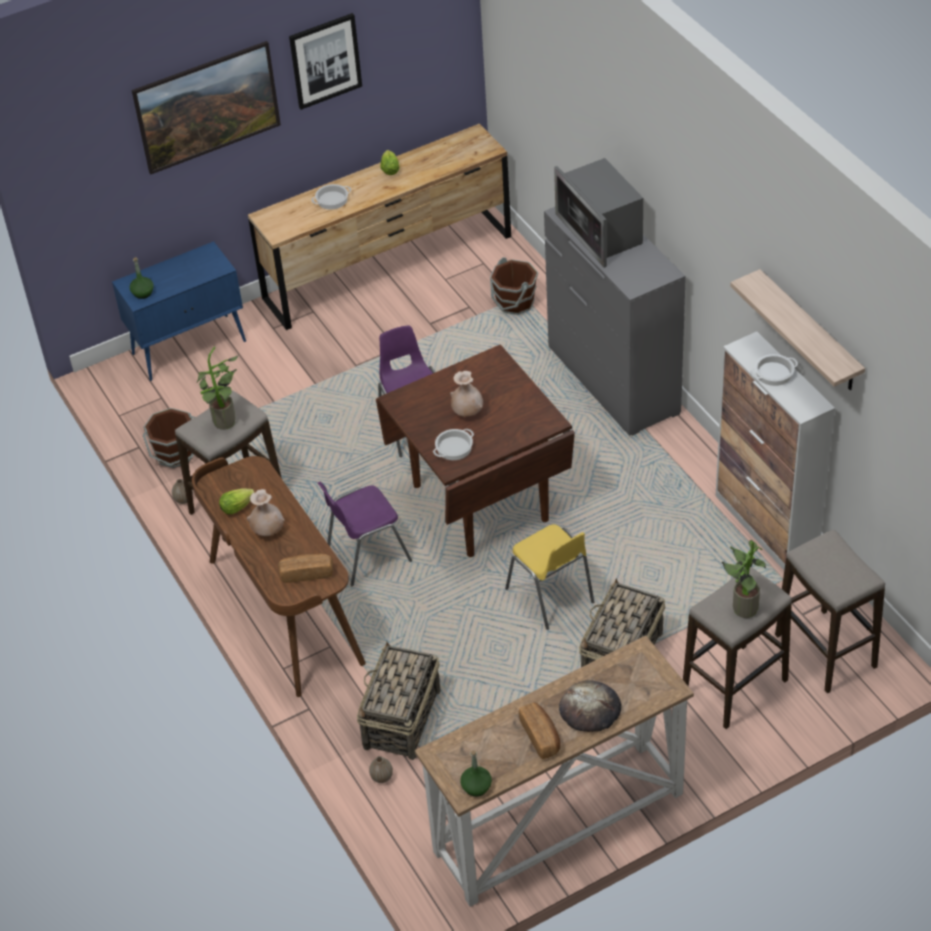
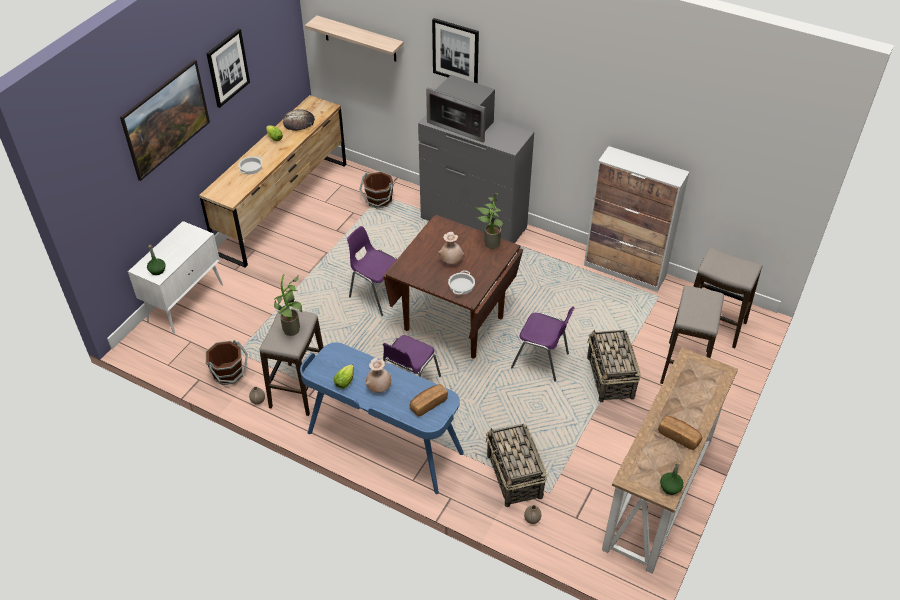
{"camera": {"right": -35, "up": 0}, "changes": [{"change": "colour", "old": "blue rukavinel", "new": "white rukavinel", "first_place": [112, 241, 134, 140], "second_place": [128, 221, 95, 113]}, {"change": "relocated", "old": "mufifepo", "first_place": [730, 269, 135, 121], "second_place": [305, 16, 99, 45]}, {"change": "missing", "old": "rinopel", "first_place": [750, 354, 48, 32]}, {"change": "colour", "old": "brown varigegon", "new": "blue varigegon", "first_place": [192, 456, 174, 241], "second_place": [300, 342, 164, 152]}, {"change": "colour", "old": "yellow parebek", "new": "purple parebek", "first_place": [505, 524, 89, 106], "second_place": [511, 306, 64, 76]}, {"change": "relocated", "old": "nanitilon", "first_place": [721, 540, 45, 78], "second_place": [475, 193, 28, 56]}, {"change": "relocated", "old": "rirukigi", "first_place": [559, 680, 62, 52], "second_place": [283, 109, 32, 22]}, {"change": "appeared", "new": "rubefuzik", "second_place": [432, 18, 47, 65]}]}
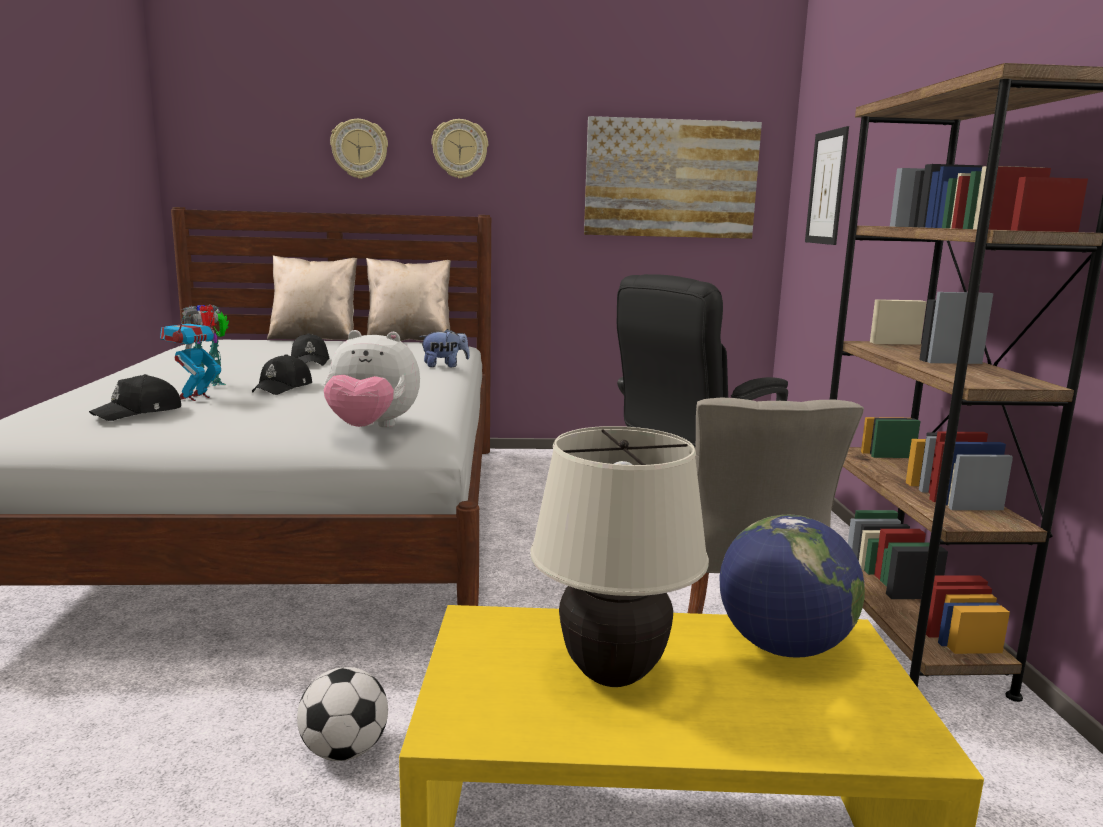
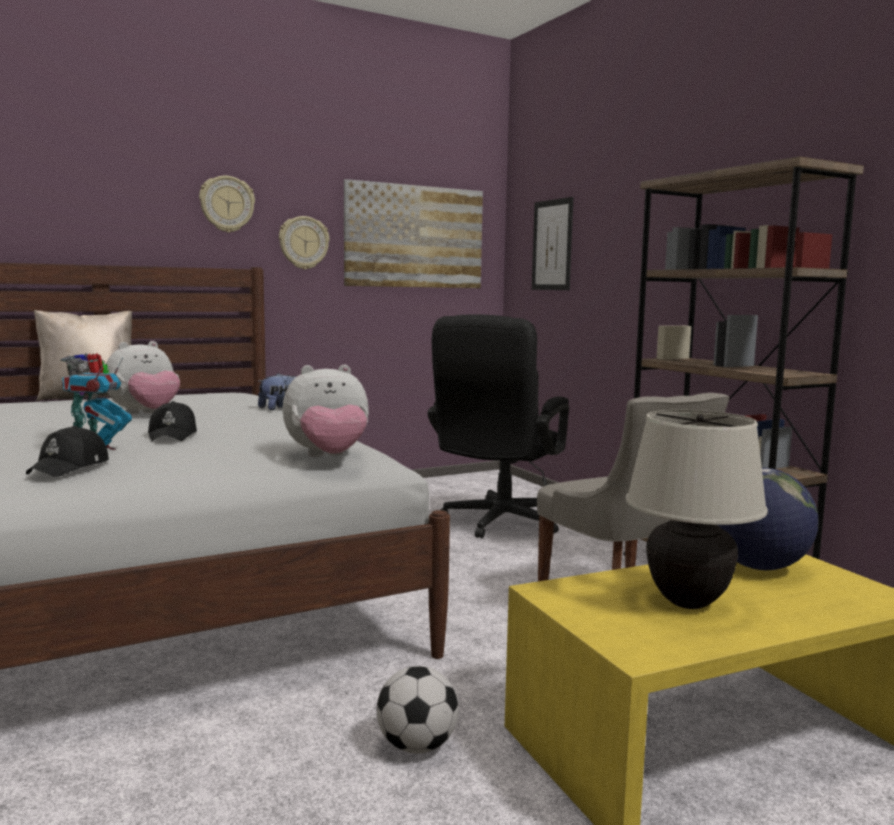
{"camera": {"right": -25, "up": -5}, "changes": [{"change": "relocated", "old": "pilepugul", "first_place": [330, 119, 58, 60], "second_place": [279, 216, 51, 54]}, {"change": "missing", "old": "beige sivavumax", "first_place": [366, 258, 85, 83]}, {"change": "exchanged", "old": "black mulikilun", "new": "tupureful", "first_place": [291, 333, 39, 33], "second_place": [107, 341, 73, 74]}]}
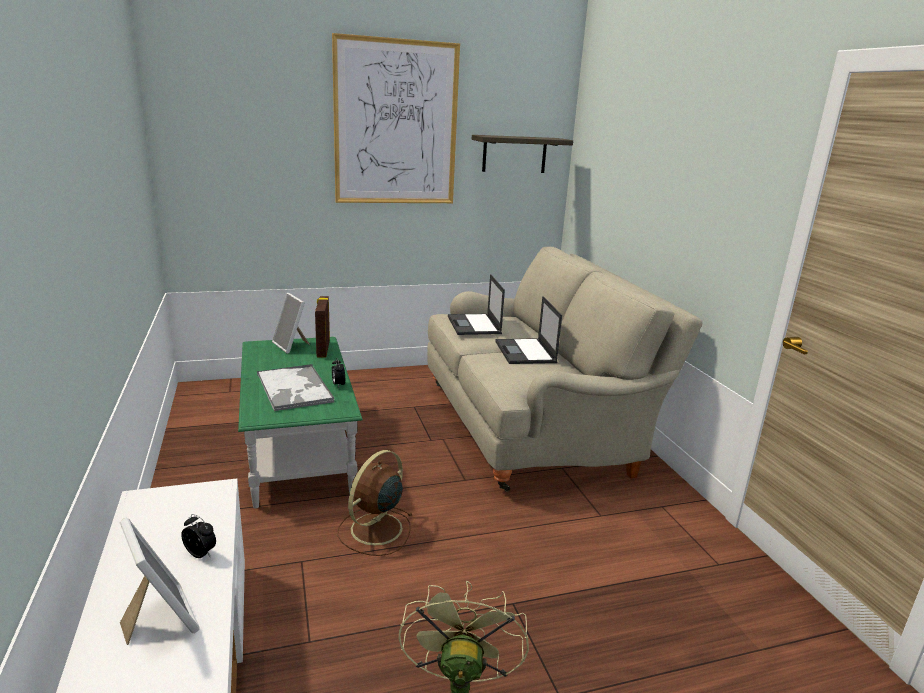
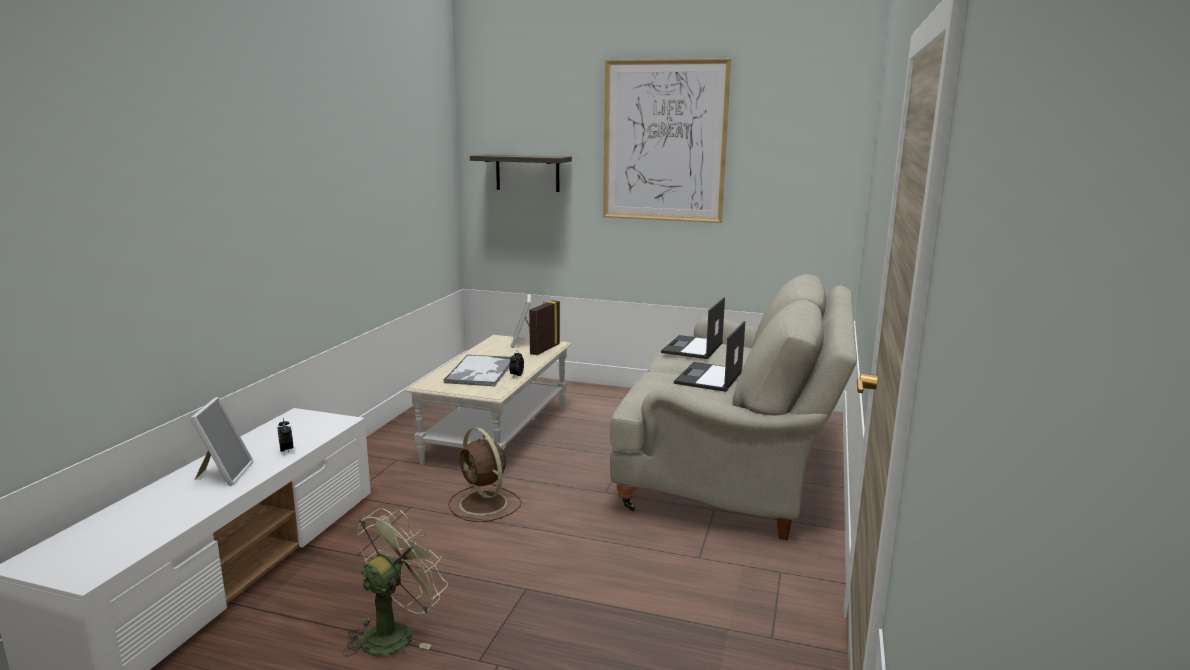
{"camera": {"right": 35, "up": -5}, "changes": [{"change": "relocated", "old": "mufifepo", "first_place": [472, 135, 101, 38], "second_place": [470, 154, 102, 38]}, {"change": "colour", "old": "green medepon", "new": "beige medepon", "first_place": [238, 337, 125, 171], "second_place": [405, 335, 166, 130]}, {"change": "spun", "old": "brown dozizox", "first_place": [337, 450, 76, 106], "second_place": [448, 427, 73, 95], "degrees": -105}]}
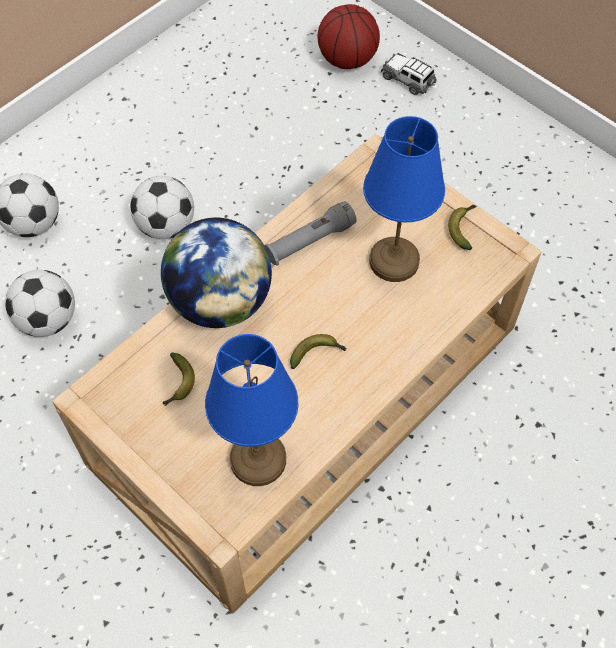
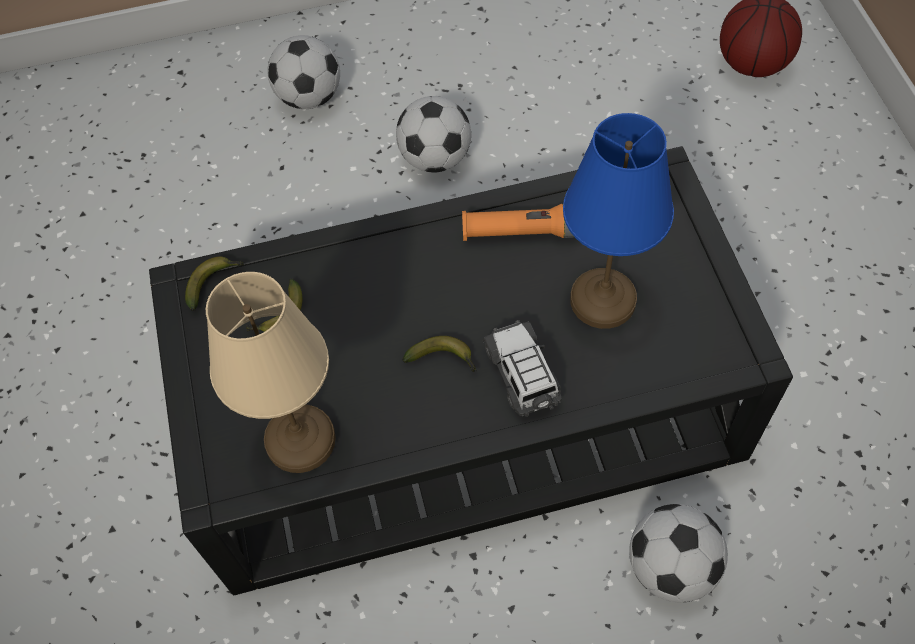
{"camera": {"right": 35, "up": 0}, "changes": [{"change": "relocated", "old": "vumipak", "first_place": [381, 53, 55, 42], "second_place": [483, 320, 79, 97]}, {"change": "colour", "old": "beige medepon", "new": "black medepon", "first_place": [52, 134, 490, 480], "second_place": [149, 146, 644, 449]}, {"change": "colour", "old": "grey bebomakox", "new": "orange bebomakox", "first_place": [264, 201, 93, 65], "second_place": [462, 203, 113, 38]}, {"change": "relocated", "old": "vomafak", "first_place": [448, 205, 28, 45], "second_place": [185, 257, 59, 54]}, {"change": "missing", "old": "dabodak", "first_place": [161, 217, 111, 111]}, {"change": "relocated", "old": "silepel", "first_place": [5, 270, 70, 67], "second_place": [629, 504, 99, 98]}, {"change": "colour", "old": "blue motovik", "new": "beige motovik", "first_place": [205, 334, 93, 152], "second_place": [206, 272, 130, 201]}]}
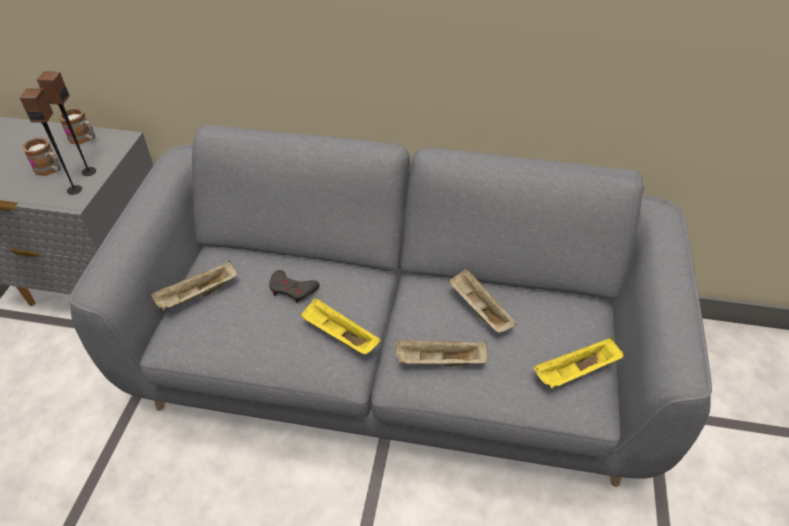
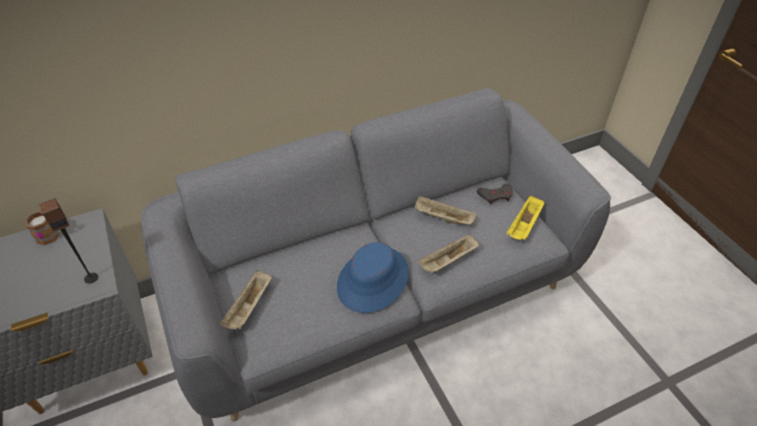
{"camera": {"right": -35, "up": 0}, "changes": [{"change": "missing", "old": "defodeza", "first_place": [37, 71, 59, 105]}, {"change": "missing", "old": "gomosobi", "first_place": [22, 137, 39, 39]}, {"change": "relocated", "old": "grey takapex", "first_place": [269, 270, 50, 33], "second_place": [477, 184, 36, 20]}, {"change": "exchanged", "old": "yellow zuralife", "new": "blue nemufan", "first_place": [300, 297, 81, 57], "second_place": [337, 242, 72, 71]}]}
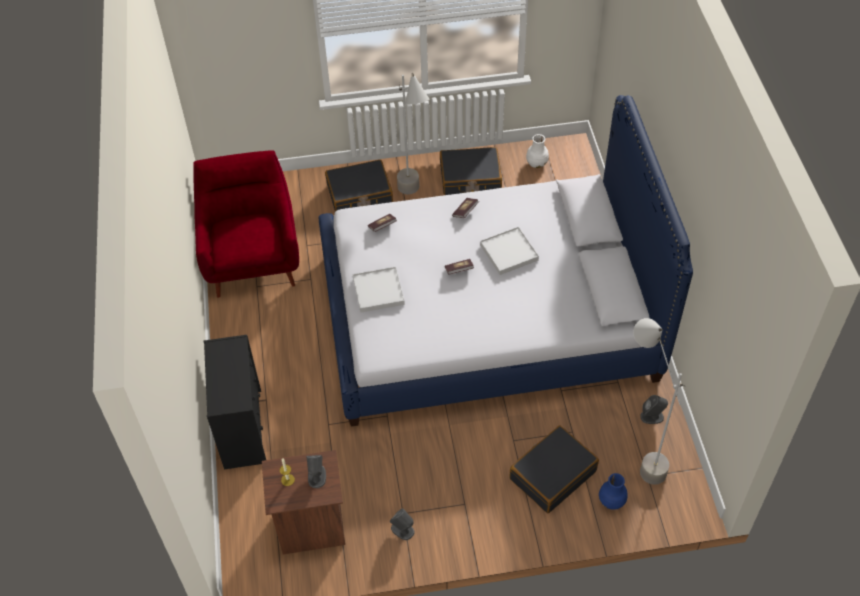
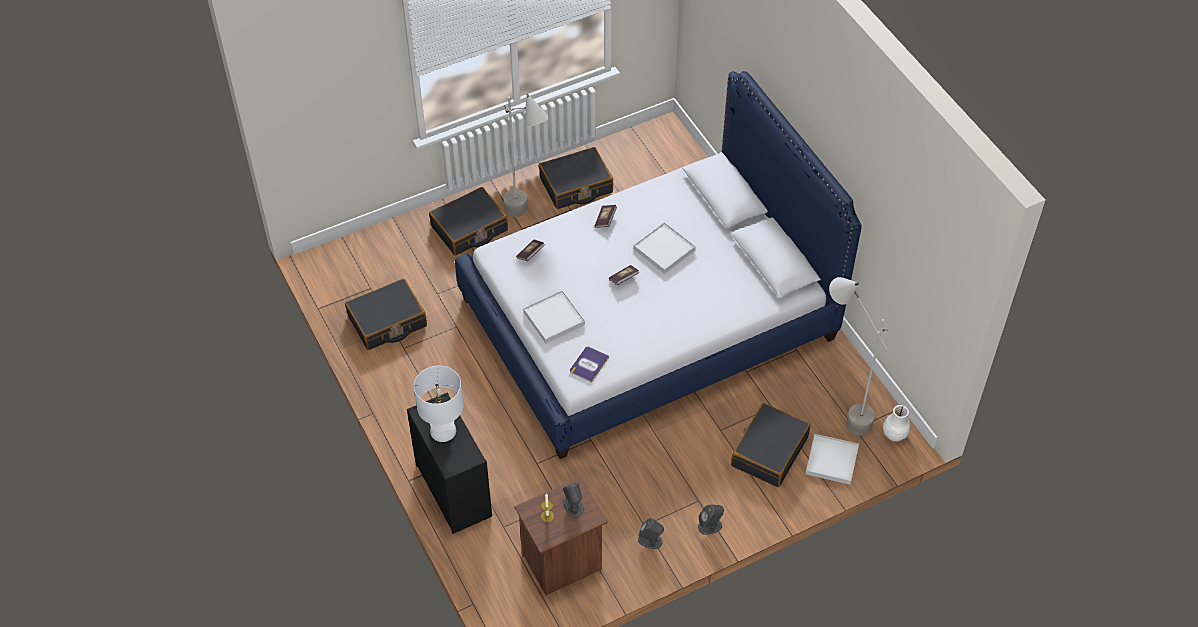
{"camera": {"right": -20, "up": 0}, "changes": [{"change": "relocated", "old": "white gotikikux", "first_place": [526, 134, 23, 34], "second_place": [883, 405, 27, 37]}, {"change": "exchanged", "old": "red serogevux", "new": "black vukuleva", "first_place": [193, 150, 106, 148], "second_place": [345, 279, 82, 71]}, {"change": "relocated", "old": "grey defodeza", "first_place": [640, 395, 28, 29], "second_place": [698, 504, 26, 31]}, {"change": "exchanged", "old": "blue gotikikux", "new": "white zuralife", "first_place": [599, 473, 28, 37], "second_place": [806, 434, 53, 51]}, {"change": "appeared", "new": "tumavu", "second_place": [570, 347, 39, 36]}, {"change": "appeared", "new": "white motovik", "second_place": [414, 366, 50, 76]}]}
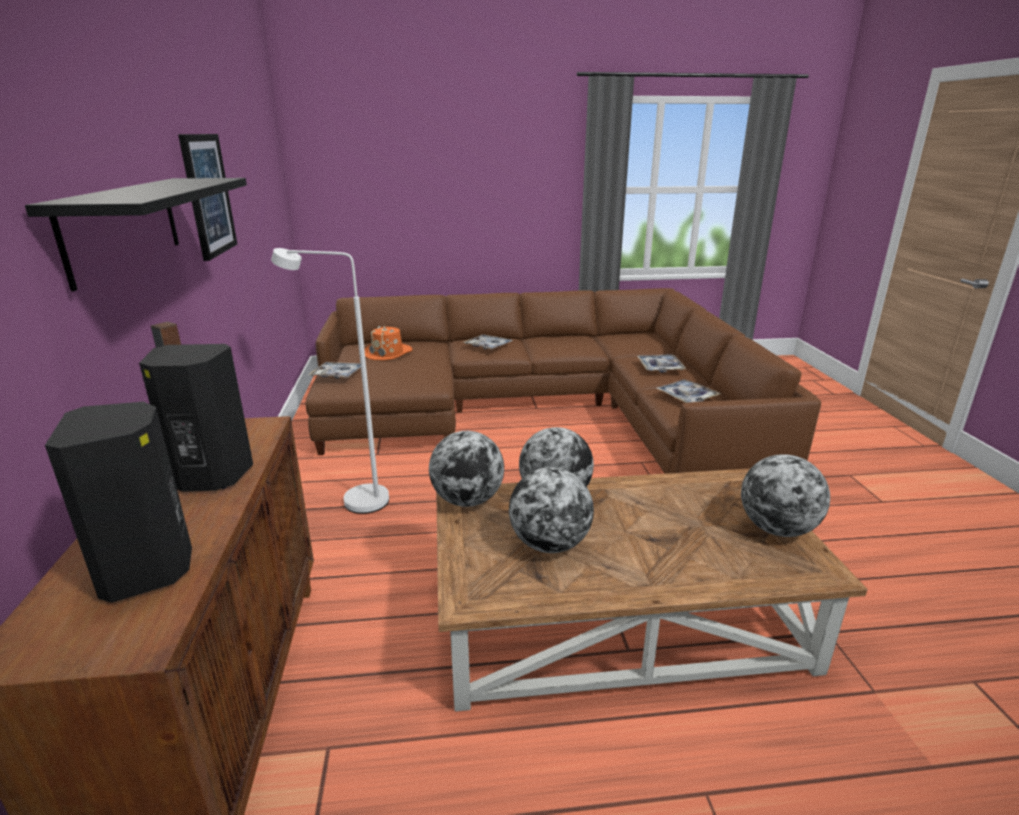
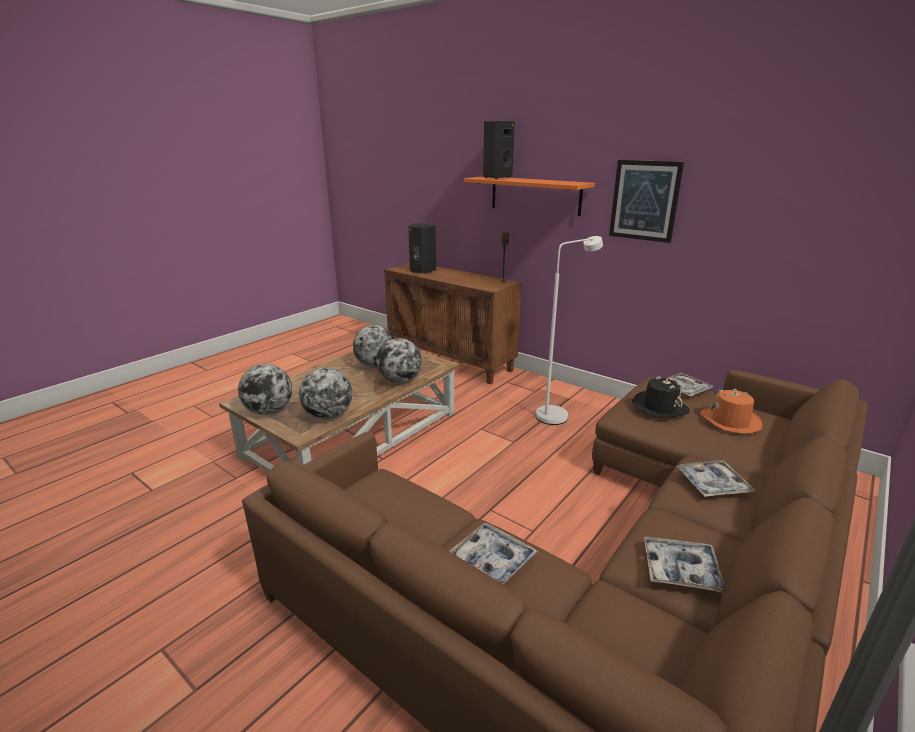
{"camera": {"right": 135, "up": 0}, "changes": [{"change": "colour", "old": "black mufifepo", "new": "orange mufifepo", "first_place": [25, 178, 222, 113], "second_place": [464, 176, 131, 40]}, {"change": "relocated", "old": "black defodeza", "first_place": [139, 344, 114, 148], "second_place": [483, 121, 32, 58]}, {"change": "relocated", "old": "zuralife", "first_place": [656, 379, 64, 24], "second_place": [644, 537, 81, 56]}, {"change": "relocated", "old": "dabodak", "first_place": [429, 431, 75, 76], "second_place": [299, 368, 53, 52]}, {"change": "appeared", "new": "black nemufan", "second_place": [632, 376, 58, 42]}]}
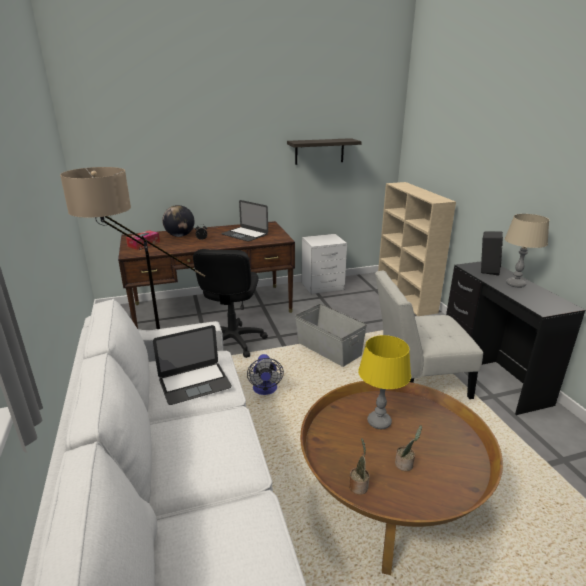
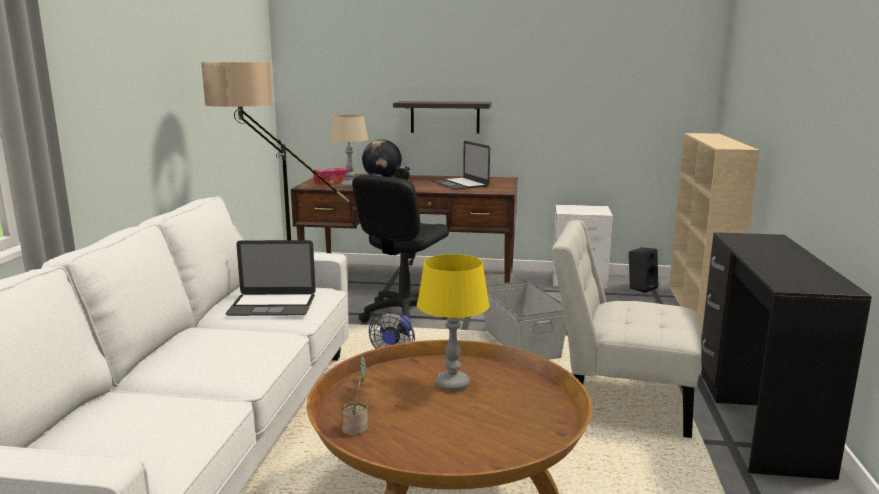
{"camera": {"right": 25, "up": -10}, "changes": [{"change": "relocated", "old": "mufifepo", "first_place": [287, 138, 75, 27], "second_place": [393, 101, 99, 33]}, {"change": "relocated", "old": "beige motovik", "first_place": [505, 214, 44, 74], "second_place": [329, 115, 39, 73]}, {"change": "relocated", "old": "black defodeza", "first_place": [481, 232, 22, 44], "second_place": [629, 247, 29, 46]}, {"change": "missing", "old": "nanitilon", "first_place": [395, 425, 27, 46]}]}
